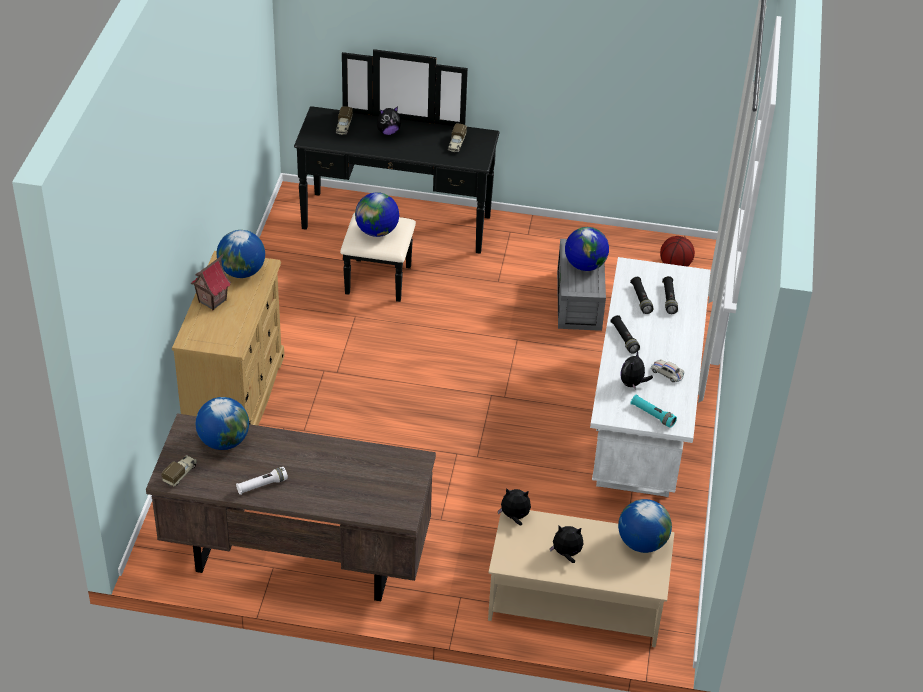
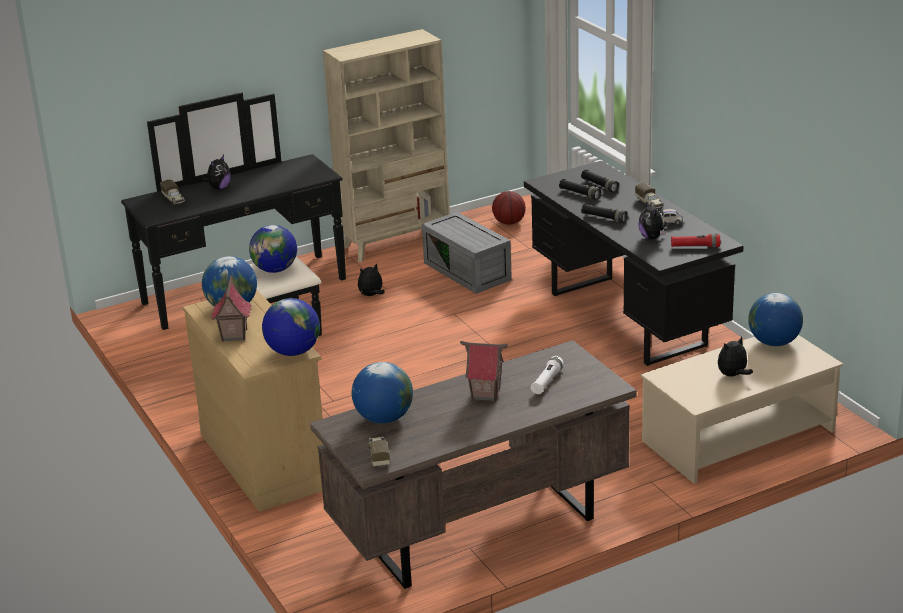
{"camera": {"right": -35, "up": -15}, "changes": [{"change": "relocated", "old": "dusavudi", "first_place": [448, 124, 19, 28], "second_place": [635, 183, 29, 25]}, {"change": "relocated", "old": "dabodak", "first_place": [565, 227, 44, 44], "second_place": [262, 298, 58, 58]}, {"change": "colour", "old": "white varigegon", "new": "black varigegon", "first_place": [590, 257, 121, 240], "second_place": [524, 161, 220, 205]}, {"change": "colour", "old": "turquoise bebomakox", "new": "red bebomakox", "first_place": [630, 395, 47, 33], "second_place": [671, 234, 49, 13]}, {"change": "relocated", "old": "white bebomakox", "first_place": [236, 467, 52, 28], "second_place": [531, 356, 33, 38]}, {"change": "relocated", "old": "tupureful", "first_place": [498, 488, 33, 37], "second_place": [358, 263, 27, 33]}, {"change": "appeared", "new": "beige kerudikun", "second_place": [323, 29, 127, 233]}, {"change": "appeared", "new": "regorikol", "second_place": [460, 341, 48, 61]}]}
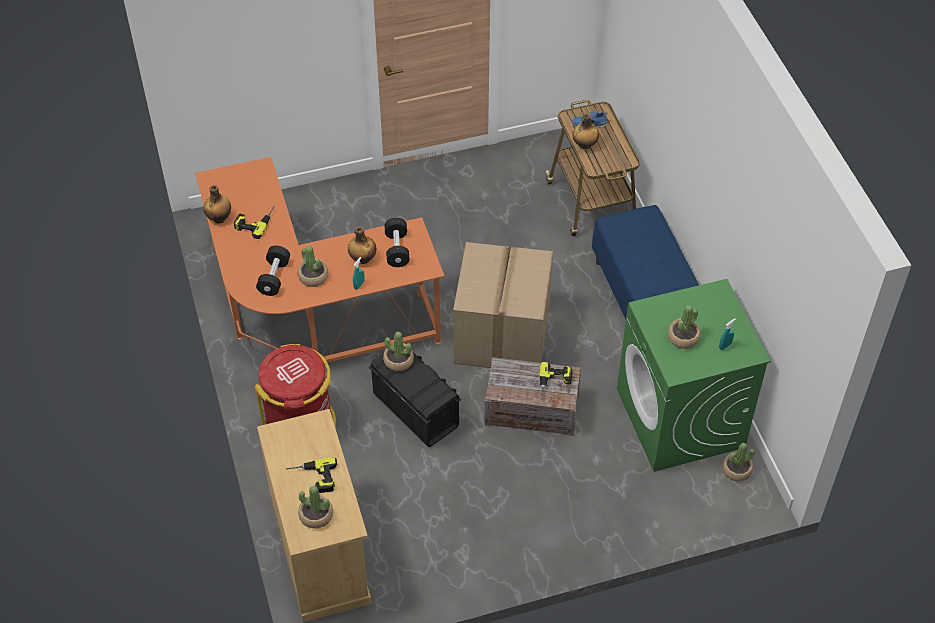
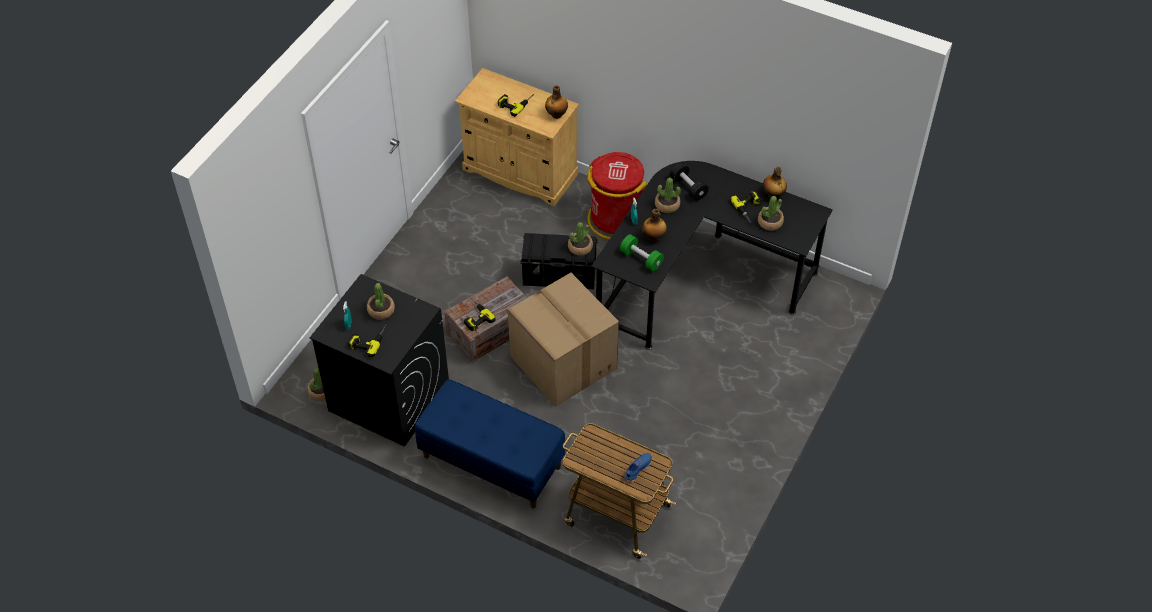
{"camera": {"right": 135, "up": 0}, "changes": [{"change": "relocated", "old": "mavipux", "first_place": [572, 113, 27, 36], "second_place": [545, 85, 23, 34]}, {"change": "colour", "old": "orange varigegon", "new": "black varigegon", "first_place": [195, 157, 250, 205], "second_place": [591, 161, 242, 189]}, {"change": "colour", "old": "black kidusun", "new": "green kidusun", "first_place": [385, 218, 24, 49], "second_place": [620, 234, 44, 37]}, {"change": "colour", "old": "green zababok", "new": "black zababok", "first_place": [617, 279, 154, 193], "second_place": [309, 274, 140, 173]}, {"change": "relocated", "old": "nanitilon", "first_place": [298, 486, 35, 43], "second_place": [758, 196, 26, 35]}, {"change": "appeared", "new": "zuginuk", "second_place": [348, 324, 39, 34]}]}
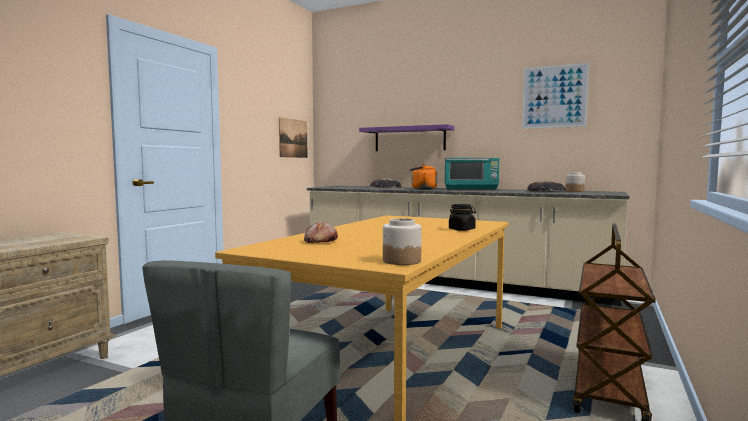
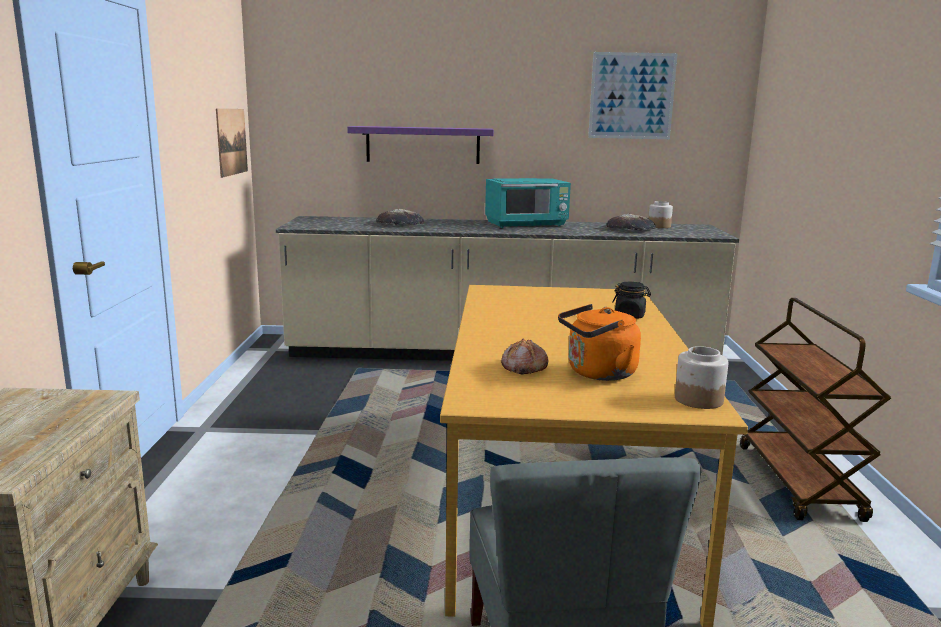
{"camera": {"right": -25, "up": 10}, "changes": [{"change": "relocated", "old": "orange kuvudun", "first_place": [410, 164, 27, 26], "second_place": [558, 304, 83, 77]}]}
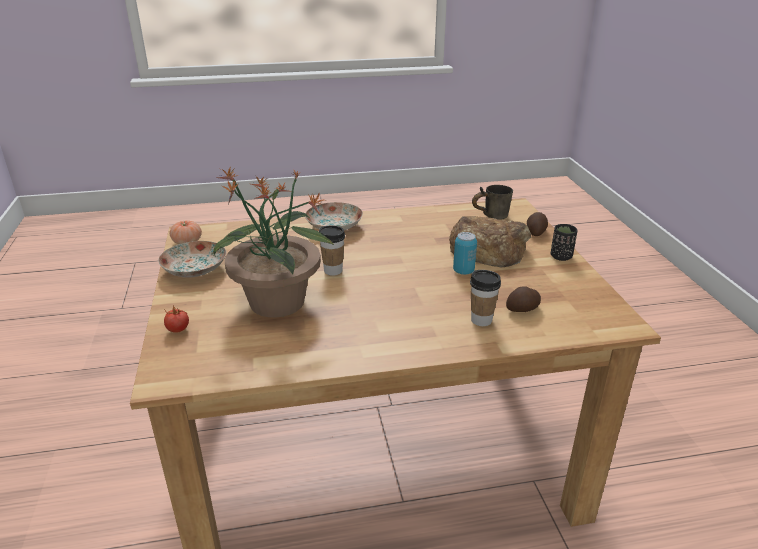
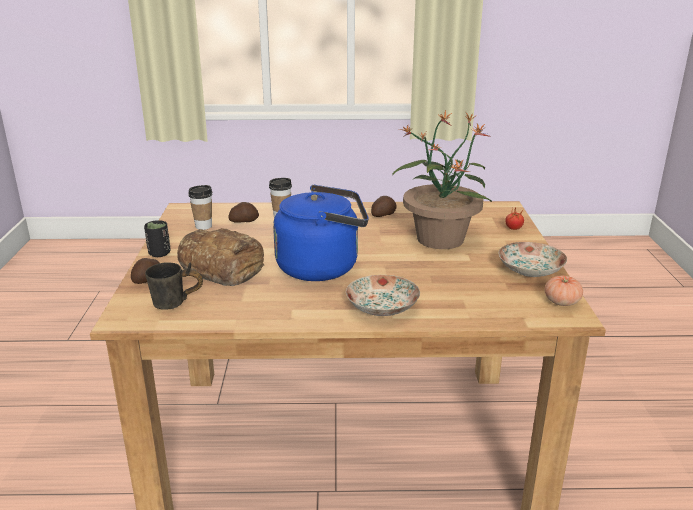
{"camera": {"right": -170, "up": -5}, "changes": [{"change": "relocated", "old": "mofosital", "first_place": [319, 226, 26, 50], "second_place": [188, 185, 25, 45]}, {"change": "missing", "old": "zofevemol", "first_place": [453, 232, 24, 43]}, {"change": "appeared", "new": "blue kuvudun", "second_place": [273, 185, 96, 96]}, {"change": "appeared", "new": "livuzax", "second_place": [371, 196, 26, 21]}]}
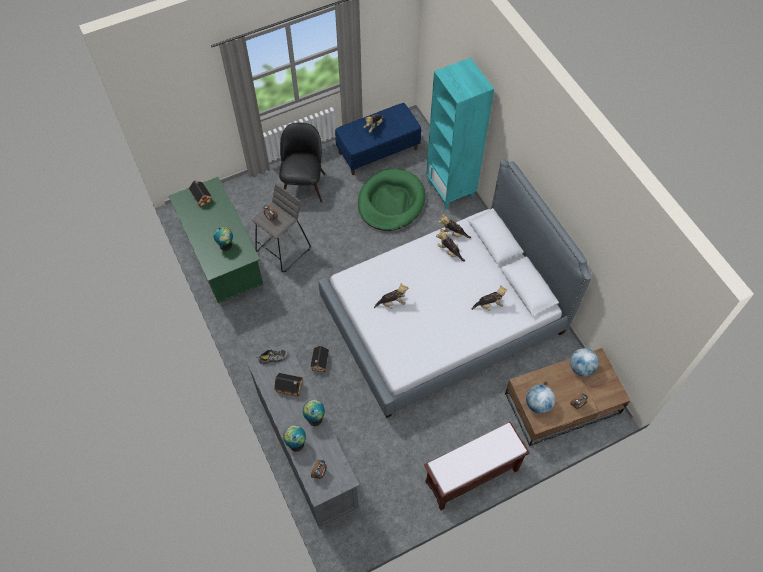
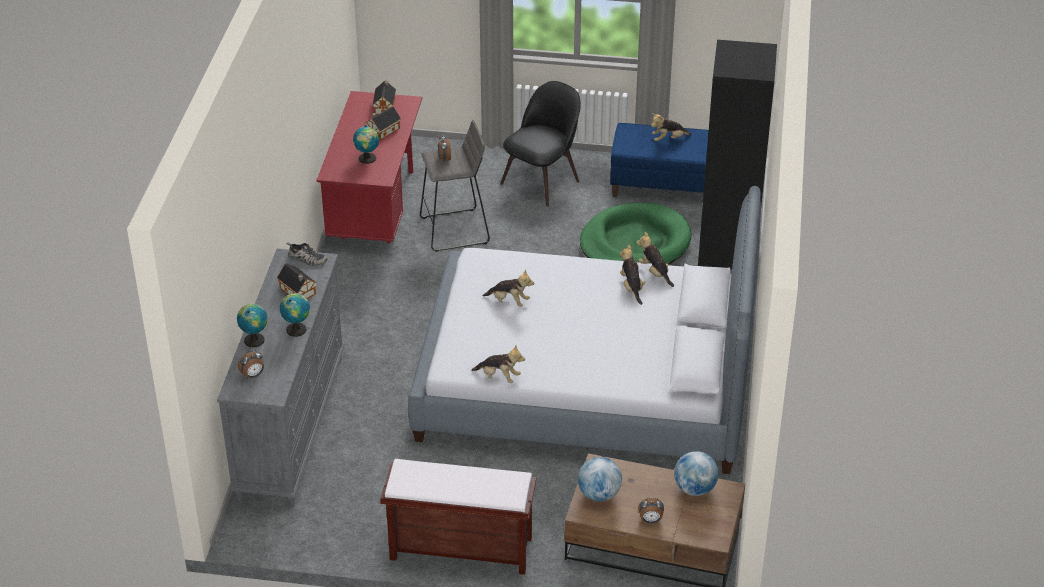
{"camera": {"right": 35, "up": -20}, "changes": [{"change": "colour", "old": "turquoise kerudikun", "new": "black kerudikun", "first_place": [426, 58, 68, 152], "second_place": [698, 40, 79, 230]}, {"change": "colour", "old": "green varigegon", "new": "red varigegon", "first_place": [169, 177, 94, 126], "second_place": [317, 91, 105, 153]}, {"change": "relocated", "old": "tupureful", "first_place": [471, 286, 37, 25], "second_place": [471, 346, 54, 37]}, {"change": "relocated", "old": "regorikol", "first_place": [310, 346, 19, 26], "second_place": [366, 106, 35, 34]}]}
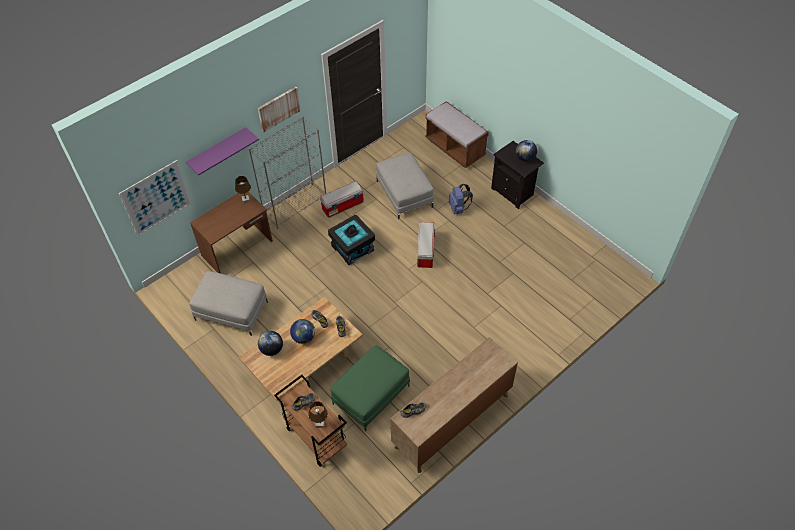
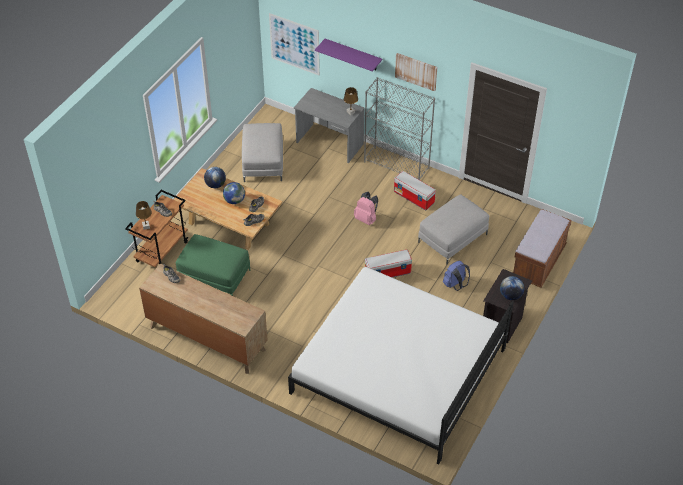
{"camera": {"right": 70, "up": -5}, "changes": [{"change": "colour", "old": "brown varigegon", "new": "grey varigegon", "first_place": [190, 192, 83, 81], "second_place": [294, 88, 71, 75]}, {"change": "exchanged", "old": "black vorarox", "new": "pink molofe", "first_place": [328, 215, 47, 50], "second_place": [354, 192, 24, 33]}, {"change": "appeared", "new": "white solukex", "second_place": [288, 267, 226, 198]}]}
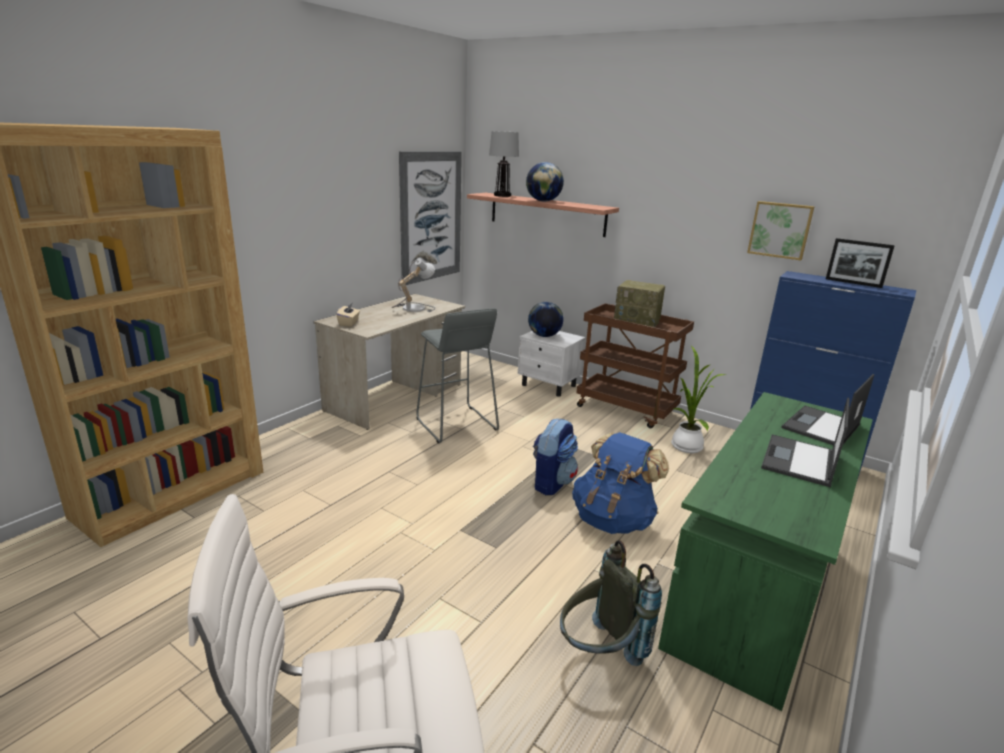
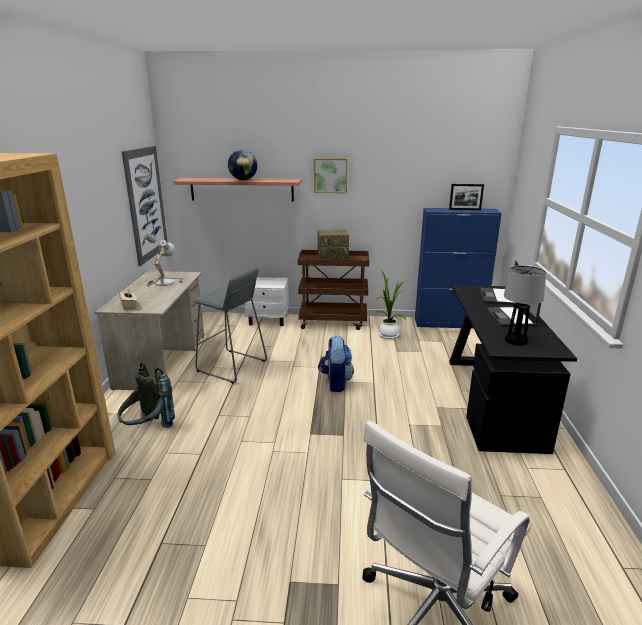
{"camera": {"right": -30, "up": 0}, "changes": [{"change": "relocated", "old": "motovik", "first_place": [489, 131, 30, 66], "second_place": [504, 266, 42, 79]}, {"change": "relocated", "old": "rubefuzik", "first_place": [747, 201, 68, 59], "second_place": [314, 158, 34, 35]}, {"change": "missing", "old": "dabodak", "first_place": [528, 302, 36, 35]}, {"change": "colour", "old": "green varigegon", "new": "black varigegon", "first_place": [658, 392, 215, 319], "second_place": [449, 285, 128, 169]}, {"change": "missing", "old": "blue molofe", "first_place": [572, 432, 97, 102]}, {"change": "relocated", "old": "grey molofe", "first_place": [560, 540, 102, 126], "second_place": [118, 363, 57, 65]}]}
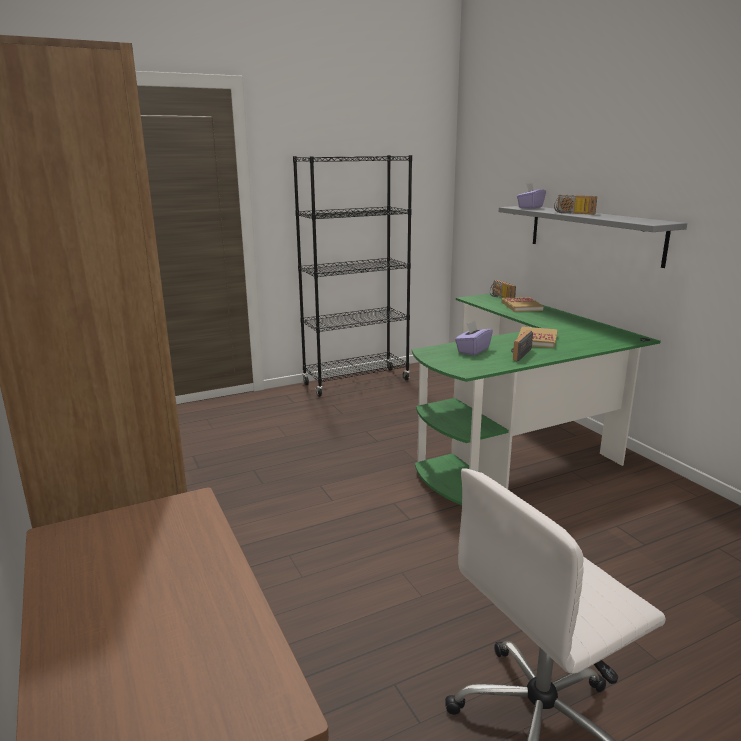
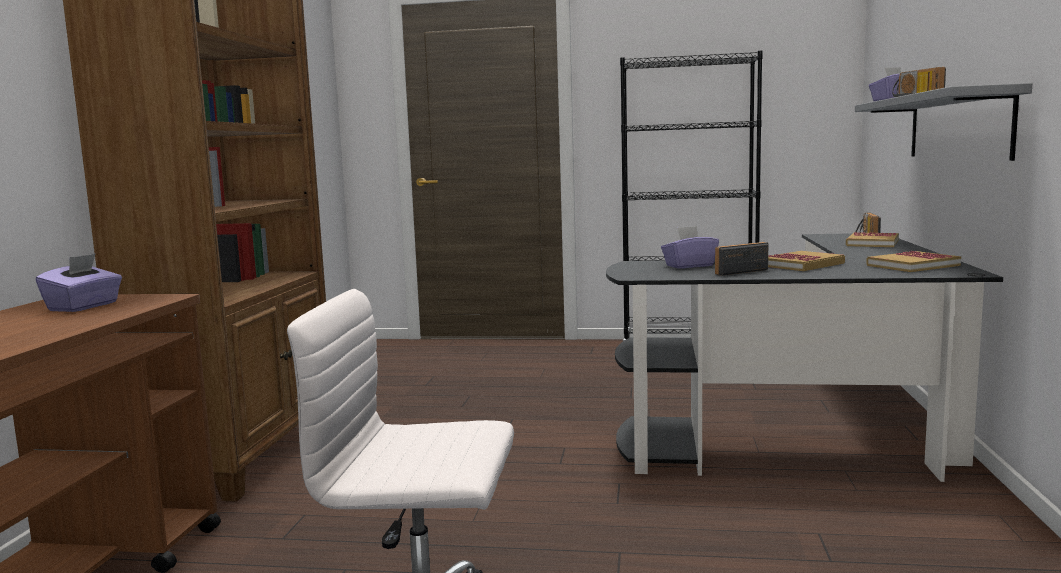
{"camera": {"right": 35, "up": -10}, "changes": [{"change": "colour", "old": "green varigegon", "new": "black varigegon", "first_place": [412, 293, 249, 212], "second_place": [606, 233, 397, 249]}, {"change": "appeared", "new": "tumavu", "second_place": [866, 251, 95, 21]}, {"change": "appeared", "new": "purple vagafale", "second_place": [36, 253, 86, 59]}]}
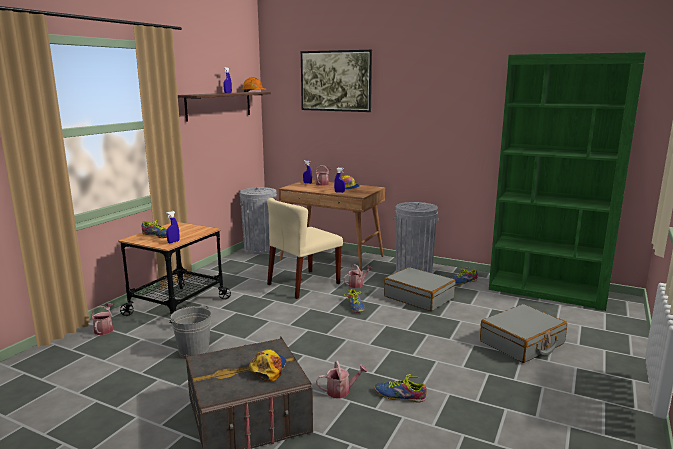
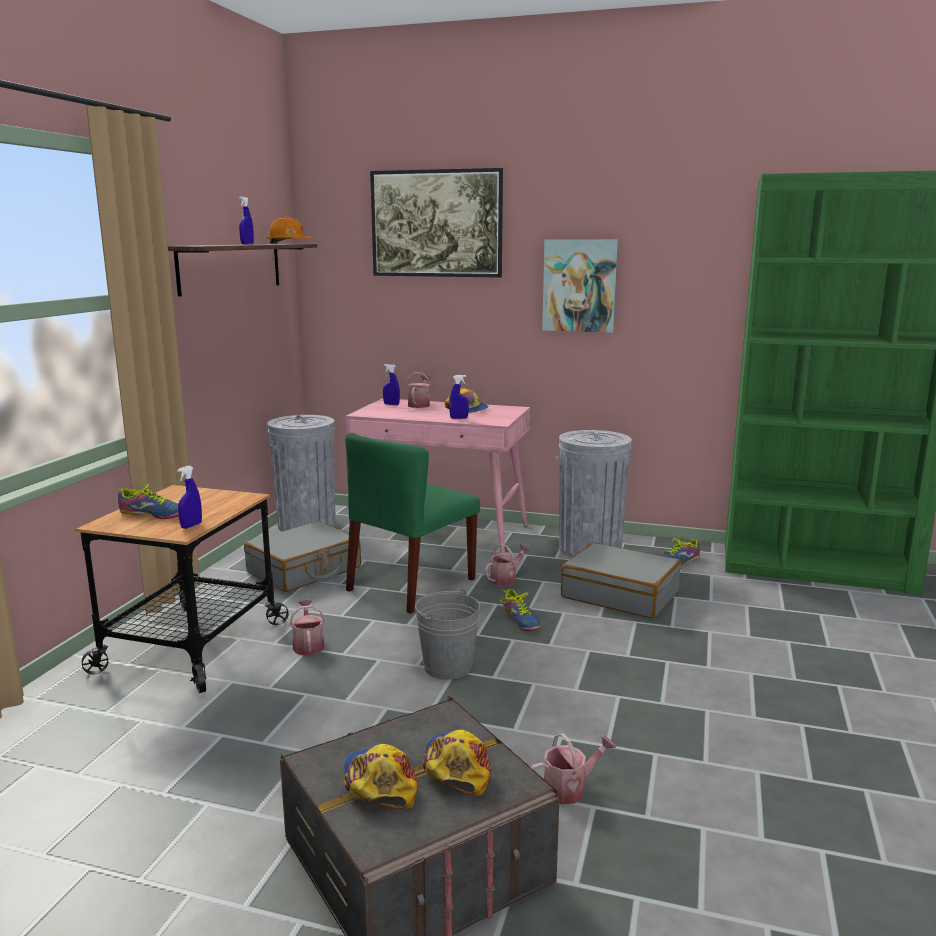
{"camera": {"right": -10, "up": 0}, "changes": [{"change": "colour", "old": "brown varigegon", "new": "pink varigegon", "first_place": [279, 180, 106, 91], "second_place": [346, 398, 184, 156]}, {"change": "colour", "old": "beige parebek", "new": "green parebek", "first_place": [267, 198, 76, 101], "second_place": [345, 433, 135, 181]}, {"change": "relocated", "old": "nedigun", "first_place": [91, 303, 22, 32], "second_place": [290, 600, 35, 56]}, {"change": "relocated", "old": "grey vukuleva", "first_place": [480, 304, 87, 59], "second_place": [244, 521, 117, 71]}, {"change": "relocated", "old": "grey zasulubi", "first_place": [170, 306, 41, 53], "second_place": [415, 589, 65, 91]}, {"change": "missing", "old": "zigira", "first_place": [374, 374, 53, 29]}, {"change": "appeared", "new": "rubefuzik", "second_place": [542, 239, 76, 94]}, {"change": "appeared", "new": "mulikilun", "second_place": [344, 744, 73, 65]}]}
